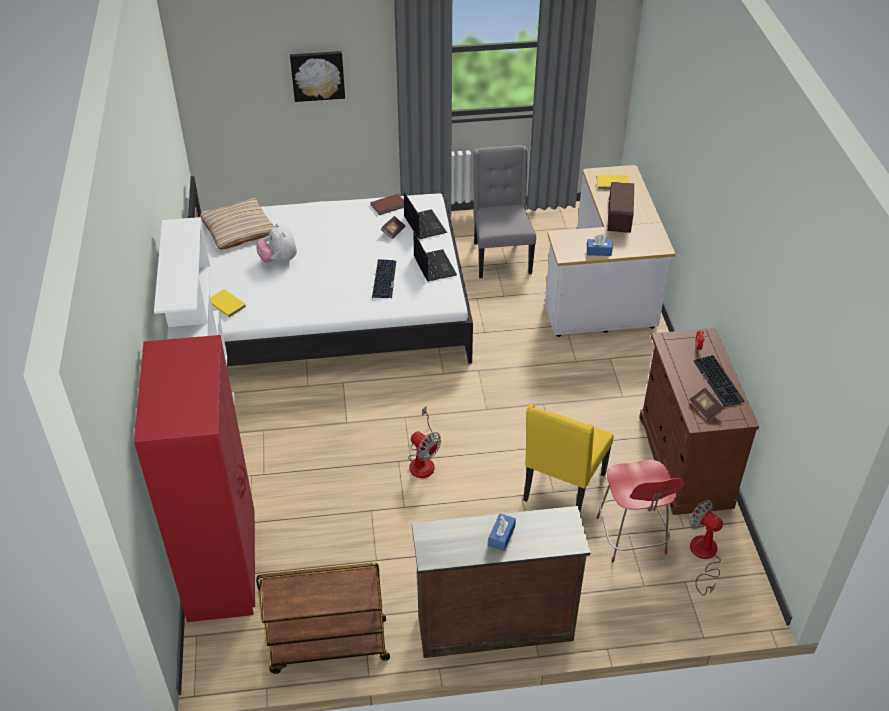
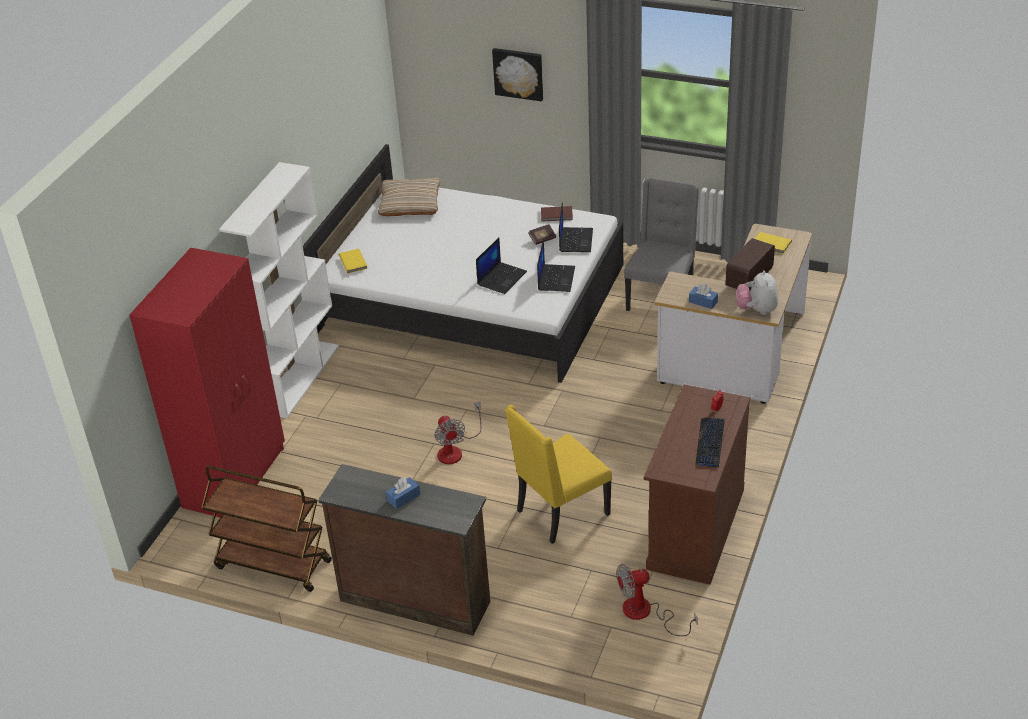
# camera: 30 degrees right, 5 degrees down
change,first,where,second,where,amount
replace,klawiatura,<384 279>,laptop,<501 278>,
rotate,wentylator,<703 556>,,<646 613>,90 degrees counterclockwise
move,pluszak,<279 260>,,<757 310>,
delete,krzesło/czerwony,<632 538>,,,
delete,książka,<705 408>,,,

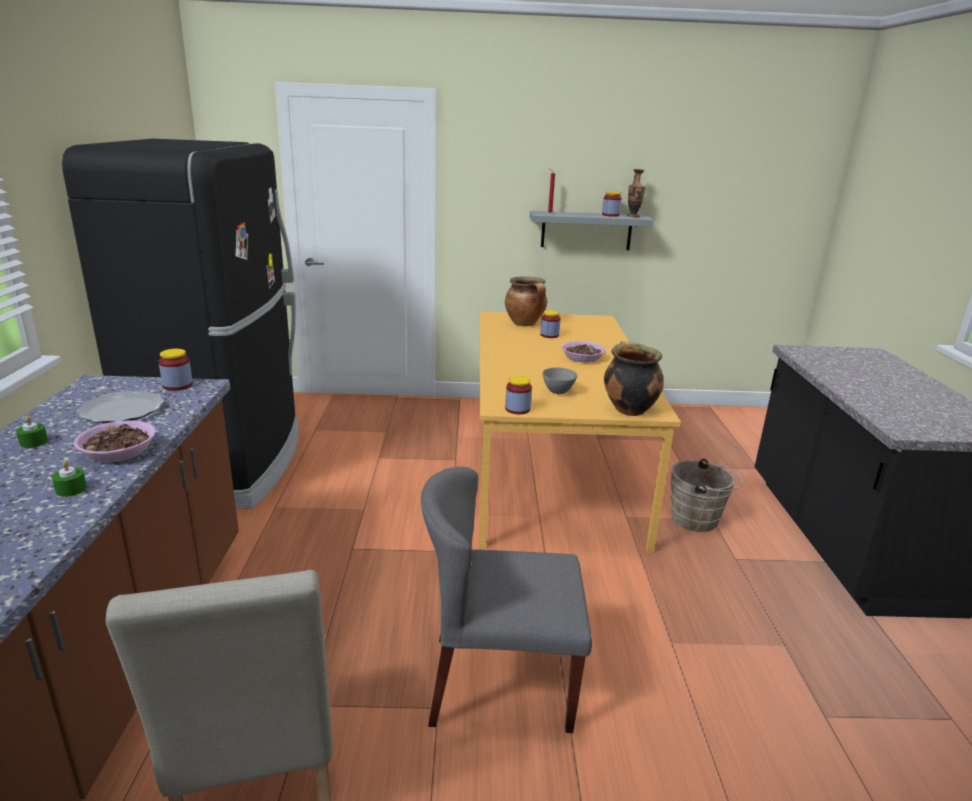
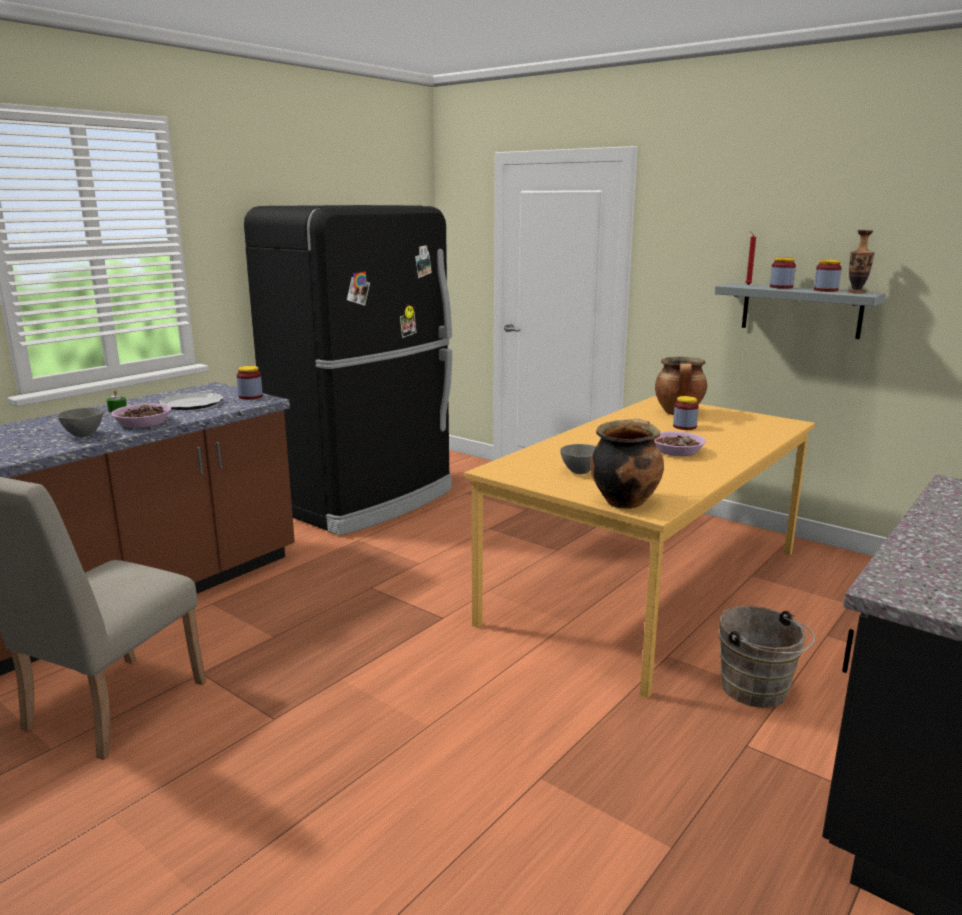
# camera: 40 degrees right, 5 degrees down
change,first,where,second,where,amount
replace,świeca/zielony,<71 489>,miska/szary,<84 435>,
move,słoik,<517 409>,,<781 287>,
delete,krzesło/szary,<499 682>,,,

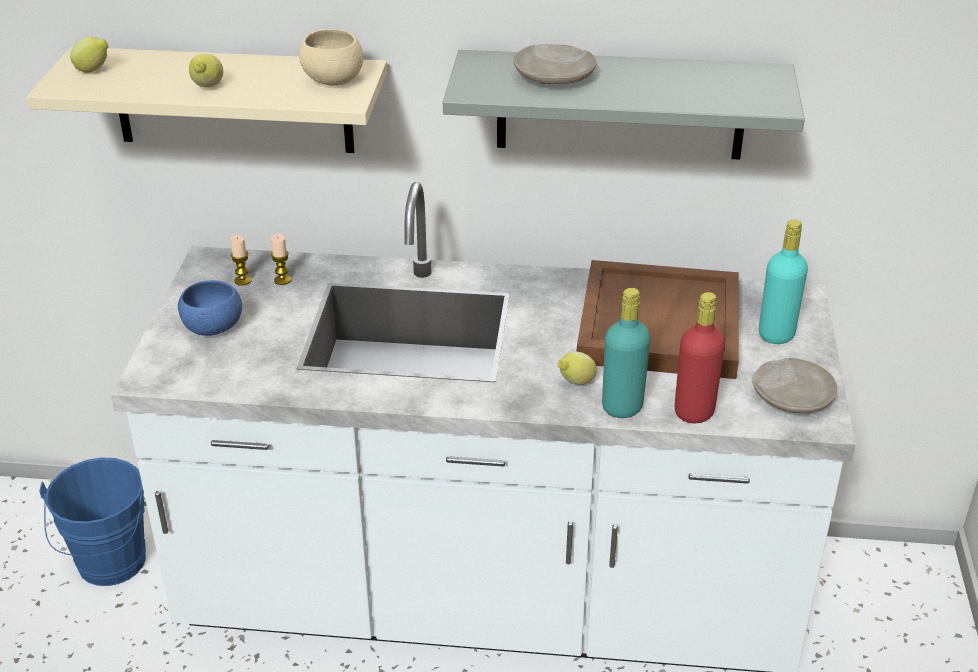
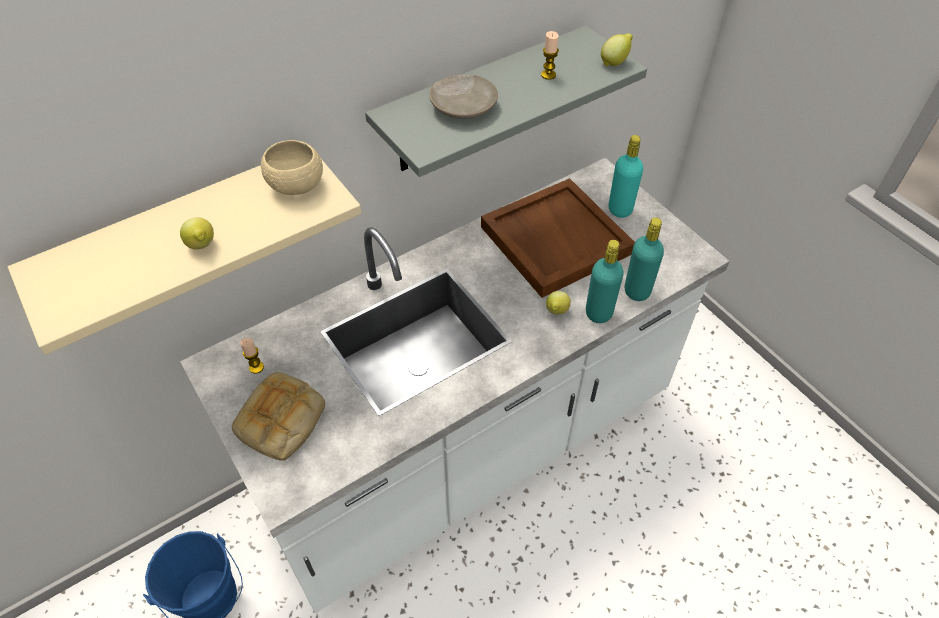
# camera: 40 degrees left, 15 degrees up
change,first,where,second,where,amount
replace,miska/niebieski,<213 328>,chleb,<281 421>,
move,świeca,<282 280>,,<548 75>,
move,cytryna,<94 71>,,<614 62>,
recolor,butelka/czerwony,<694 412>,butelka/turkusowy,<637 291>,
delete,talerz/beżowy,<792 396>,,,

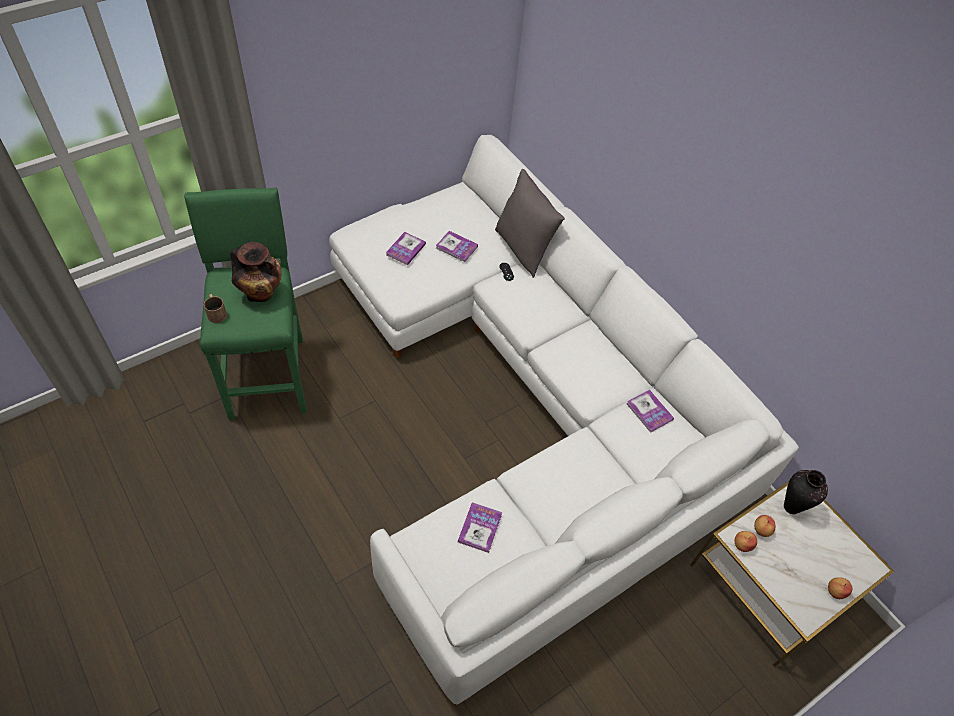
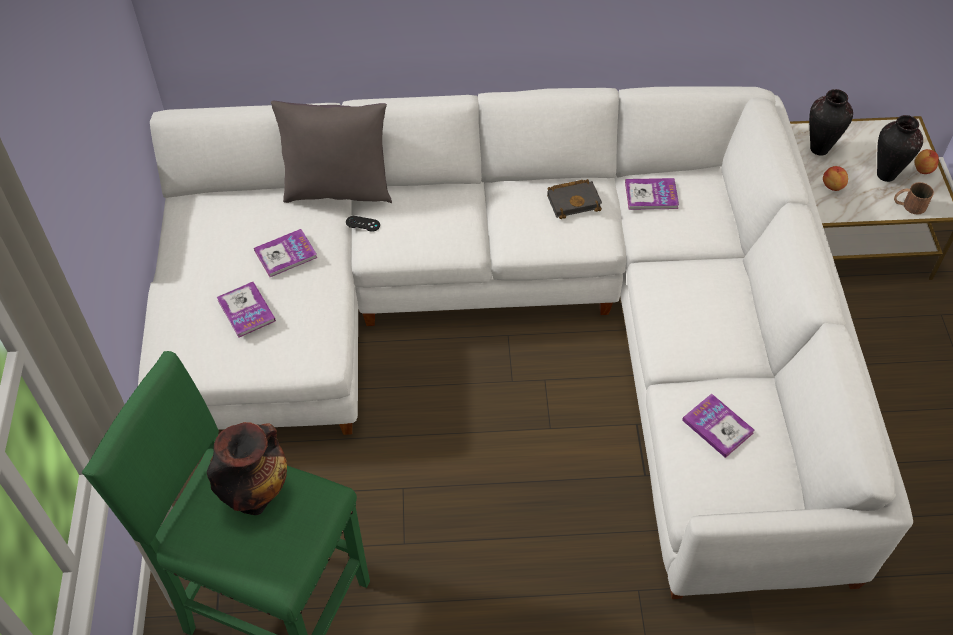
# camera: 55 degrees left, 0 degrees up
change,first,where,second,where,amount
insert,,,książka/czarny,<574 200>,
insert,,,wazon,<885 174>,
move,kubek/brązowy,<216 312>,,<908 205>,
delete,jabłko,<742 545>,,,

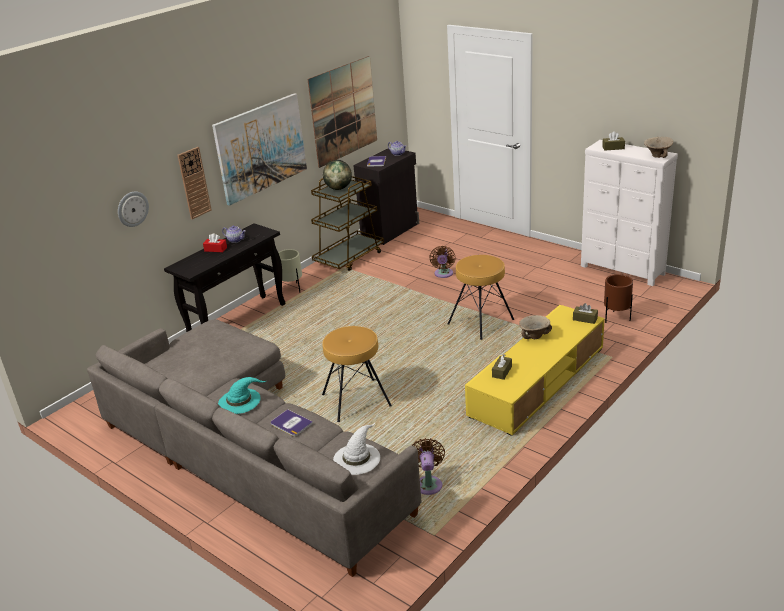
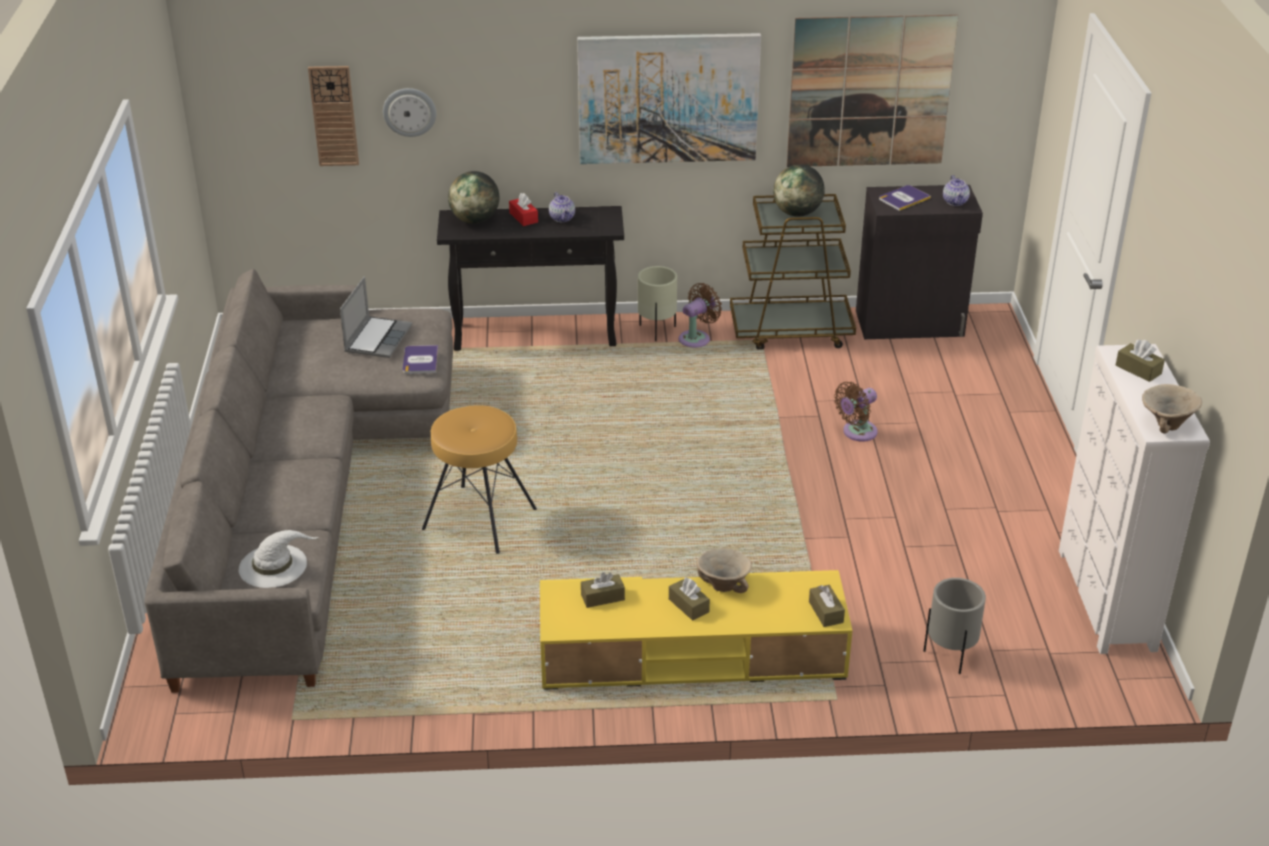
# camera: 45 degrees right, 5 degrees up
change,first,where,second,where,amount
move,zegar ścienny,<194 183>,,<334 116>,
insert,,,laptop,<377 338>,
move,książka,<291 423>,,<420 360>,
insert,,,globus,<475 220>,
insert,,,pudełko chusteczek/brązowy,<688 605>,
move,wentylator/brązowy,<428 483>,,<697 338>,
recolor,donica/brązowy,<616 318>,donica/szary,<950 657>,
delete,kapelusz/turkusowy,<240 401>,,,
delete,stołek/brązowy,<481 322>,,,

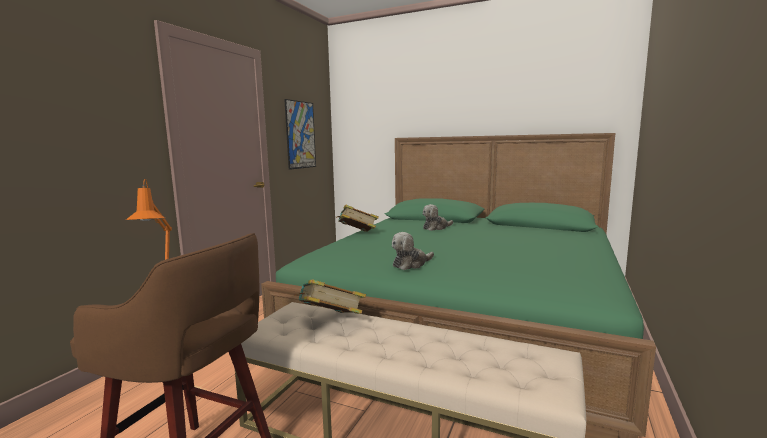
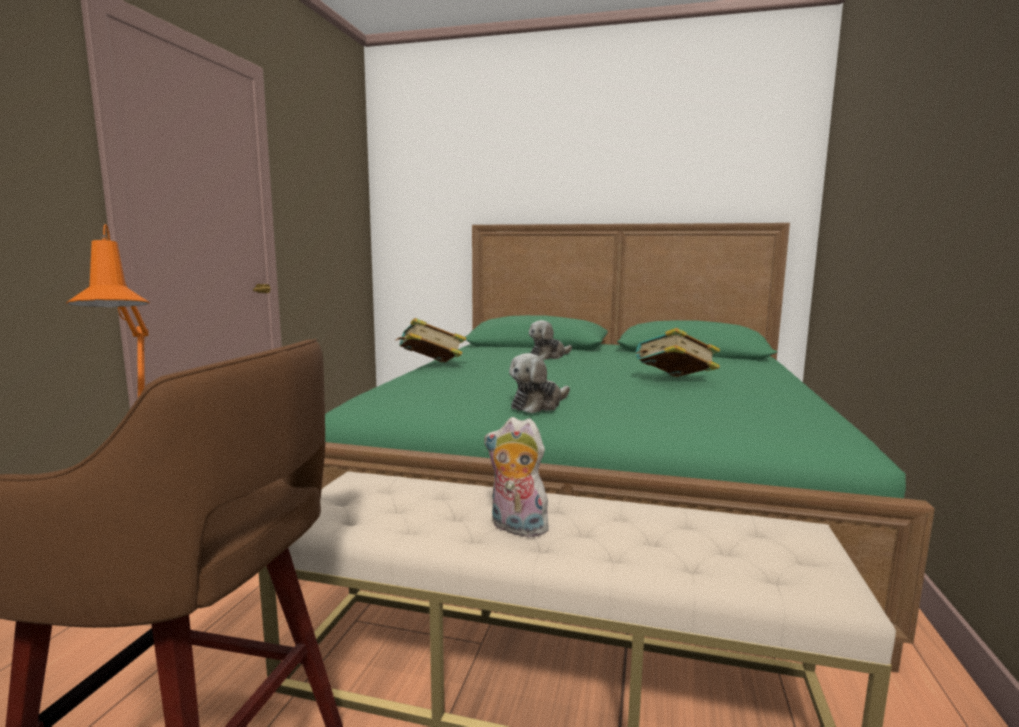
# camera: 10 degrees left, 0 degrees up
change,first,where,second,where,amount
insert,,,pluszak,<516 528>,
move,książka,<330 321>,,<674 382>,
delete,obraz,<300 135>,,,

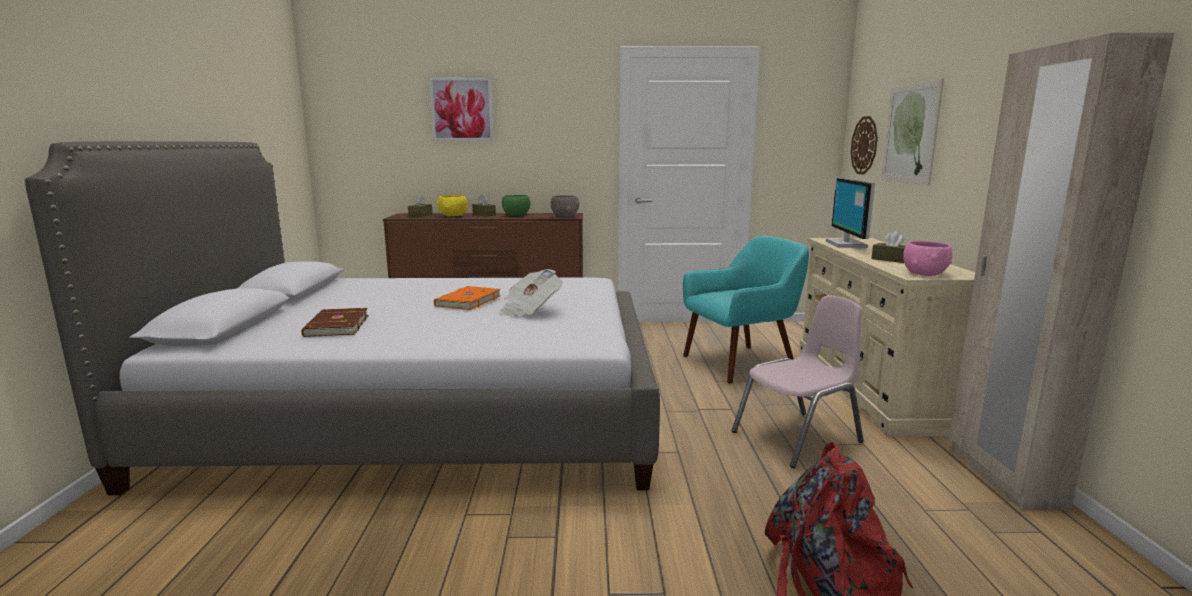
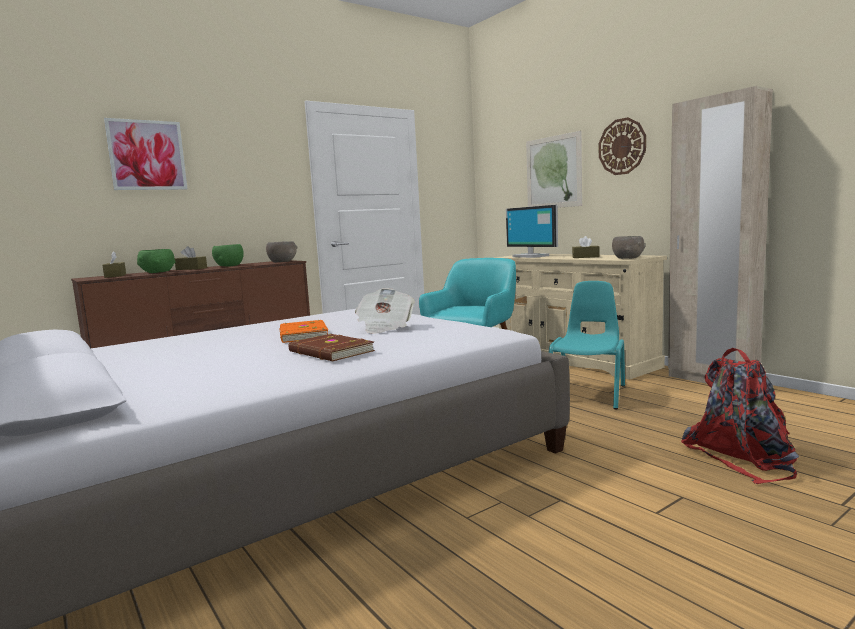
# camera: 35 degrees left, 5 degrees down
change,first,where,second,where,amount
recolor,miska/żółty,<453 215>,miska/zielony,<158 272>,
move,książka/brązowy,<335 326>,,<330 352>,
recolor,krzesło/różowy,<798 438>,krzesło/turkusowy,<588 394>,
move,zegar ścienny,<864 145>,,<622 146>,
recolor,miska/różowy,<925 274>,miska/szary,<628 258>,

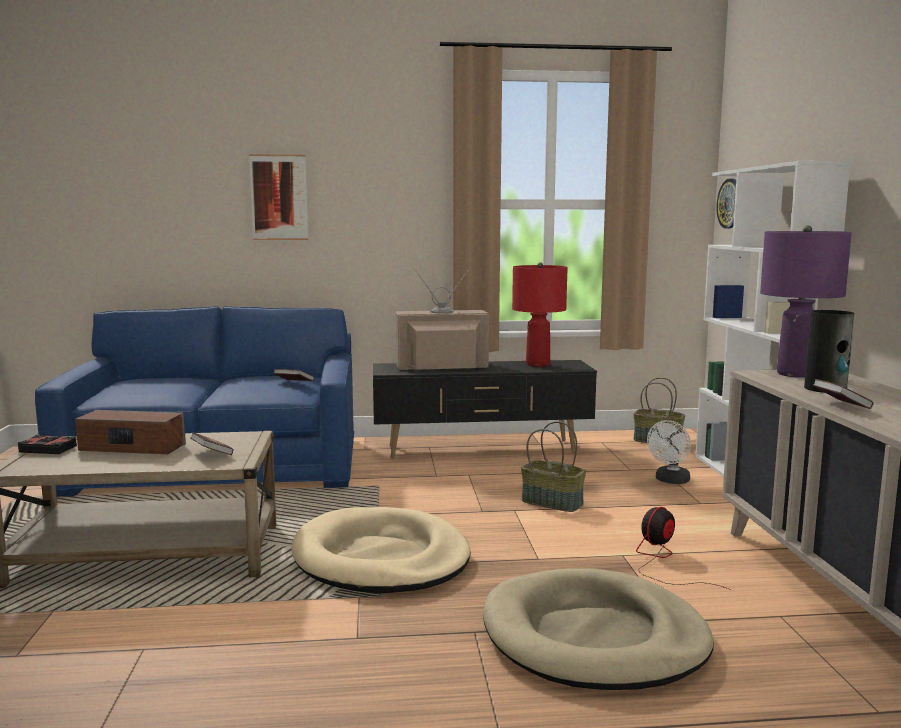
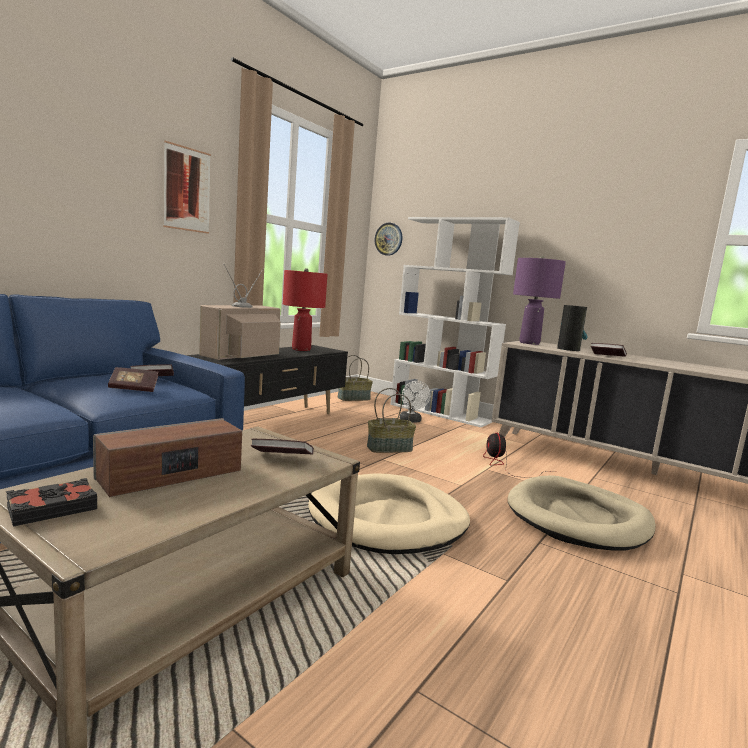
# camera: 50 degrees left, 0 degrees up
change,first,where,second,where,amount
insert,,,książka,<133 389>,
move,obraz,<279 197>,,<187 189>,

